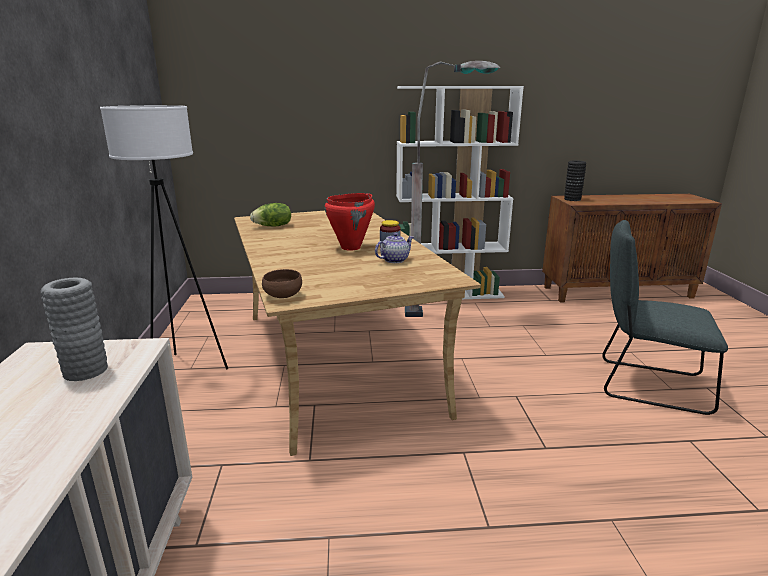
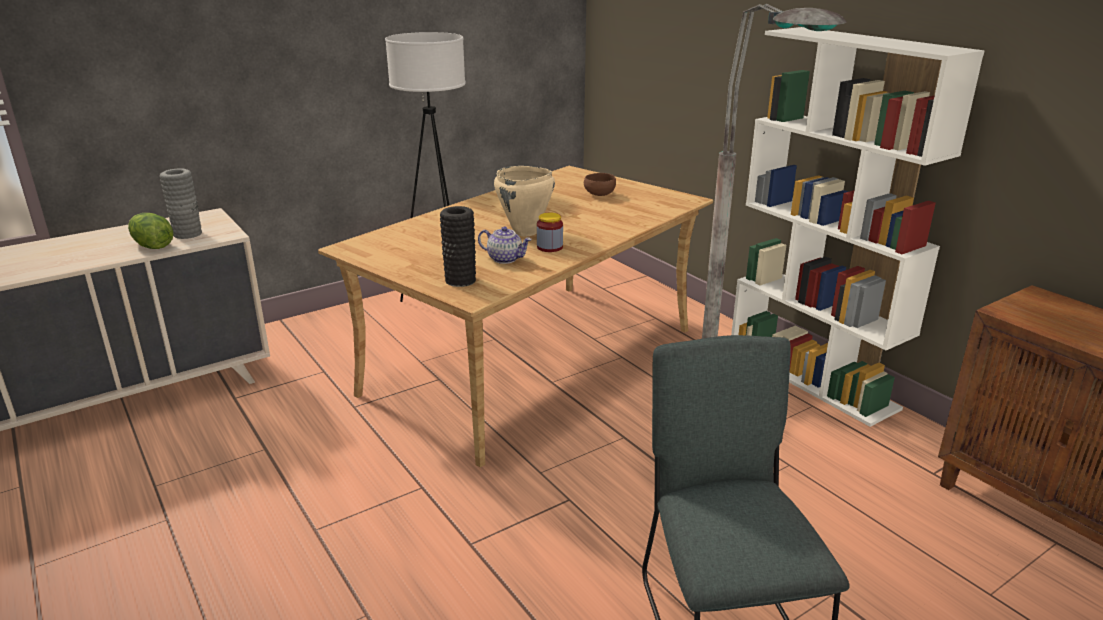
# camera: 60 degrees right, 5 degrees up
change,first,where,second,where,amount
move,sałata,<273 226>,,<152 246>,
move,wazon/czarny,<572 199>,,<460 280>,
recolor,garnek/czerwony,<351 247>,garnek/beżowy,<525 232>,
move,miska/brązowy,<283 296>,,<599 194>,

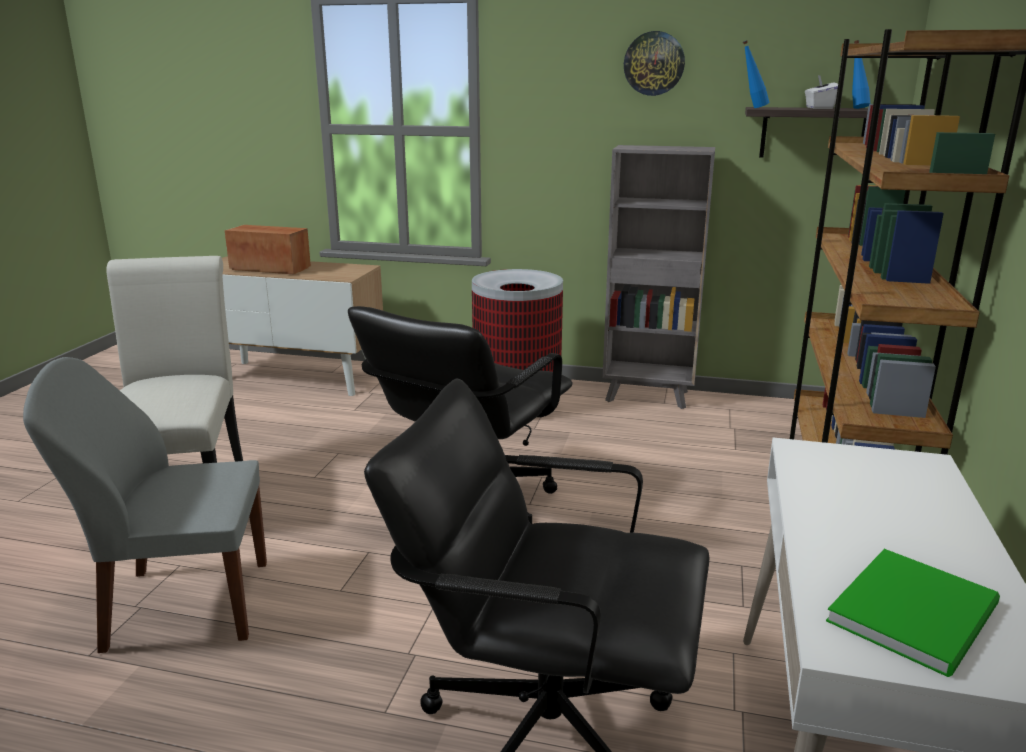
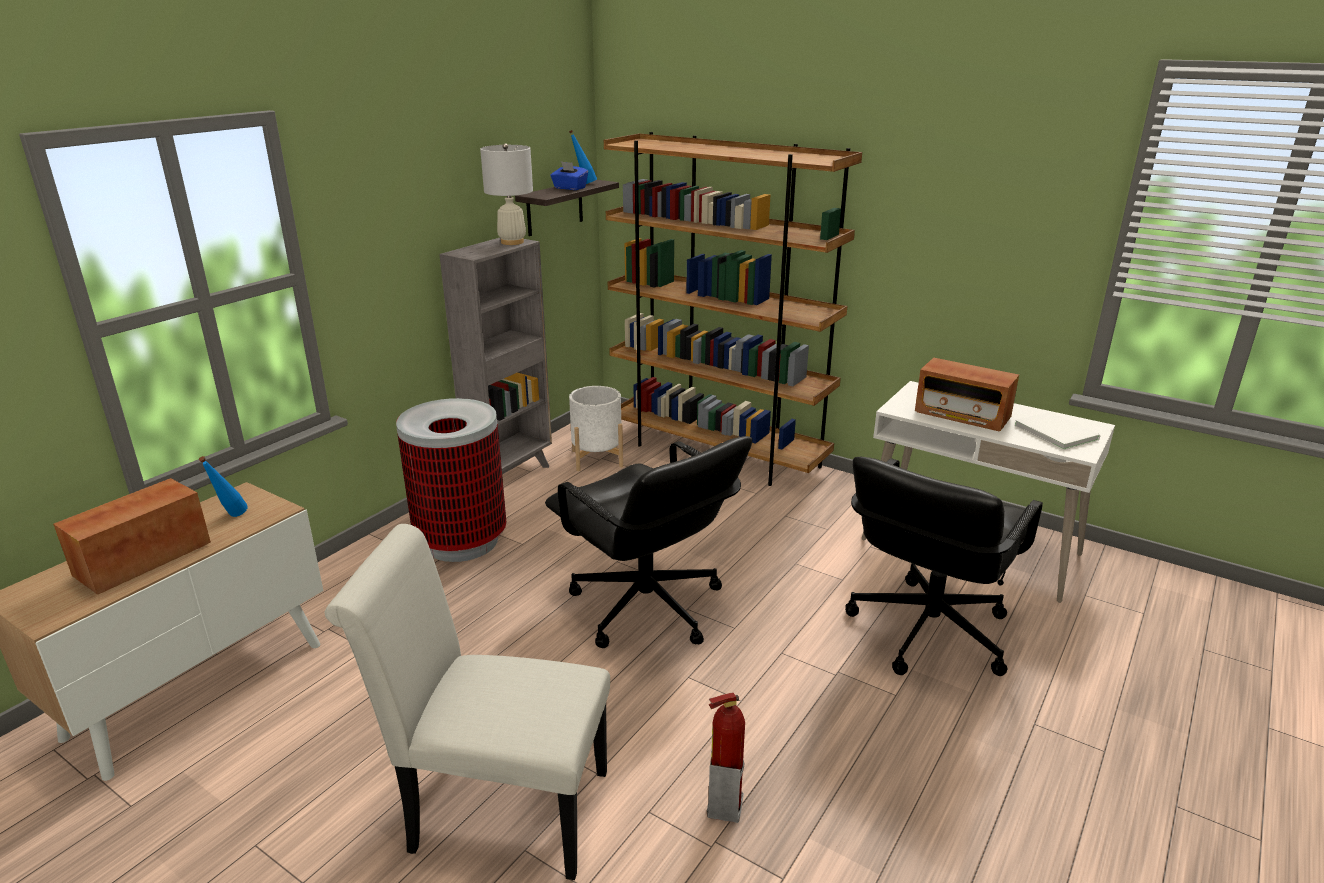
# camera: 70 degrees left, 5 degrees up
change,first,where,second,where,amount
move,butelka/niebieski,<752 108>,,<231 518>,
insert,,,lampa stołowa/biały,<512 242>,
recolor,pudełko chusteczek/biały,<819 108>,pudełko chusteczek/niebieski,<569 188>,
insert,,,donica/biały,<597 458>,
replace,krzesło/szary,<183 605>,gaśnica,<724 807>,
insert,,,radio,<962 415>,
recolor,książka/zielony,<918 612>,książka/biały,<1055 431>,
delete,zegar ścienny,<654 63>,,,

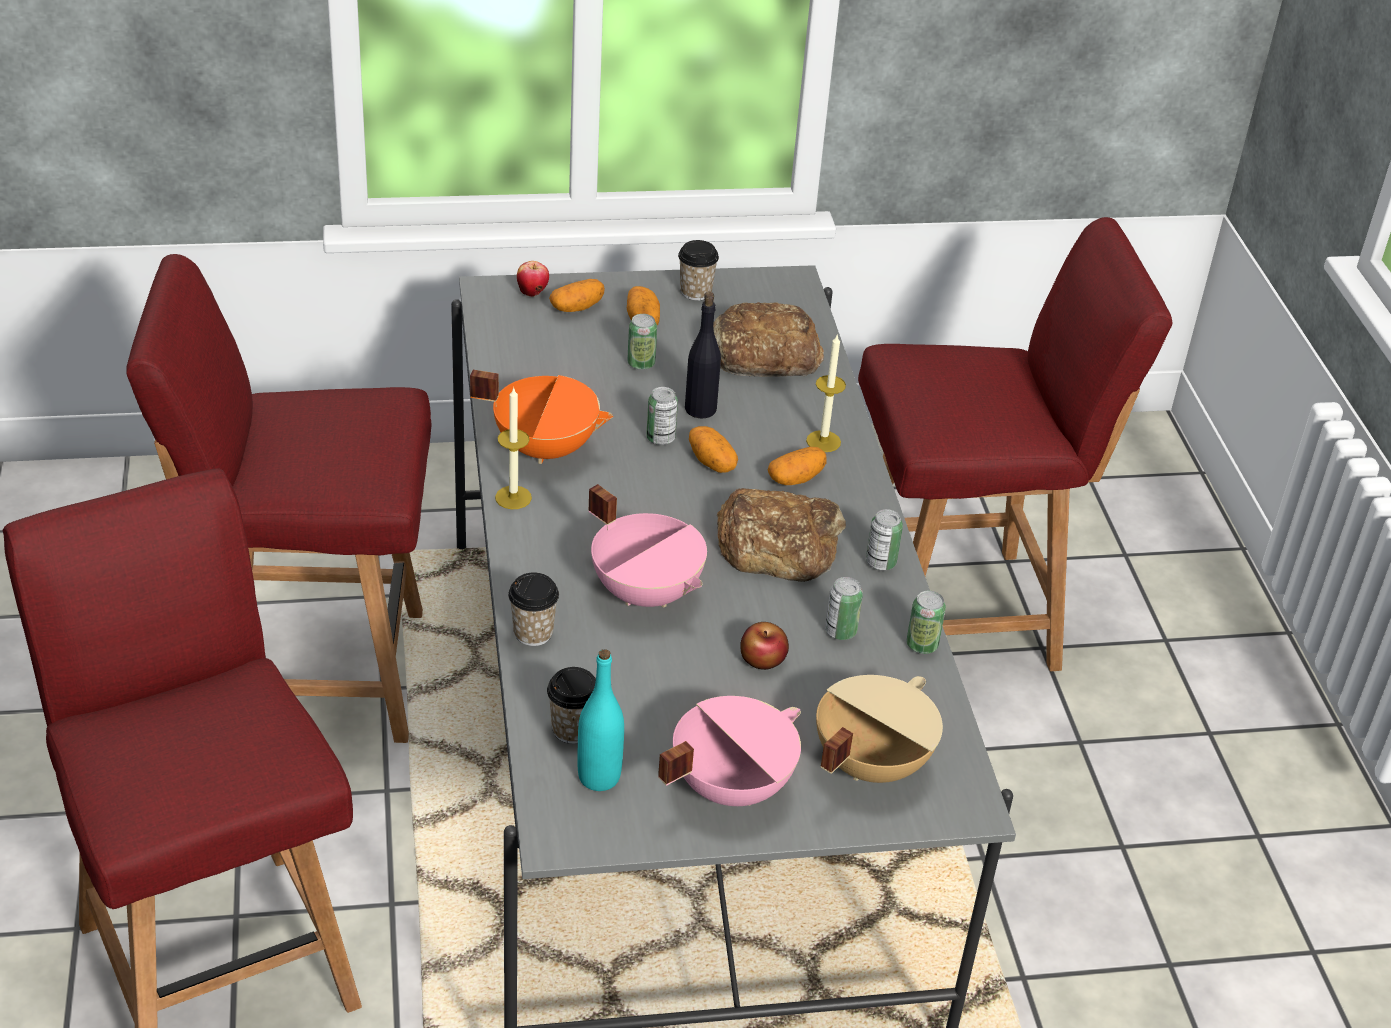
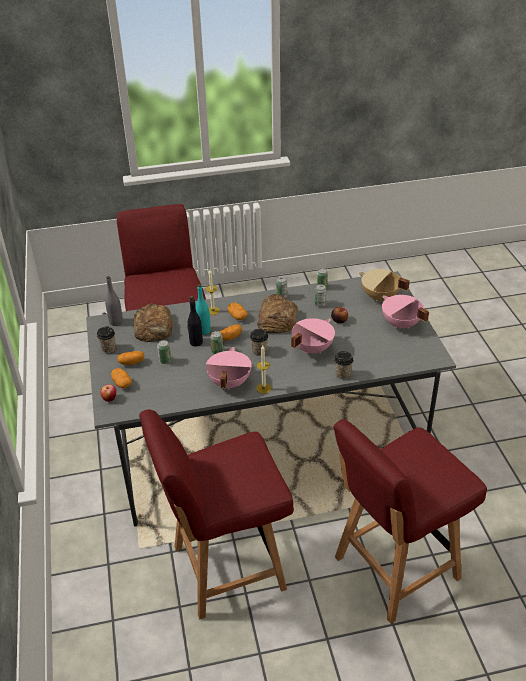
# camera: 90 degrees left, 0 degrees up
change,first,where,second,where,amount
insert,,,butelka/szary,<116 322>,
rotate,krzesło/czerwony,<312 672>,,<225 568>,75 degrees clockwise
move,butelka/turkusowy,<599 777>,,<203 331>,
recolor,garnek/pomarańczowy,<545 447>,garnek/różowy,<228 382>,
move,filiżanka,<572 729>,,<259 351>,

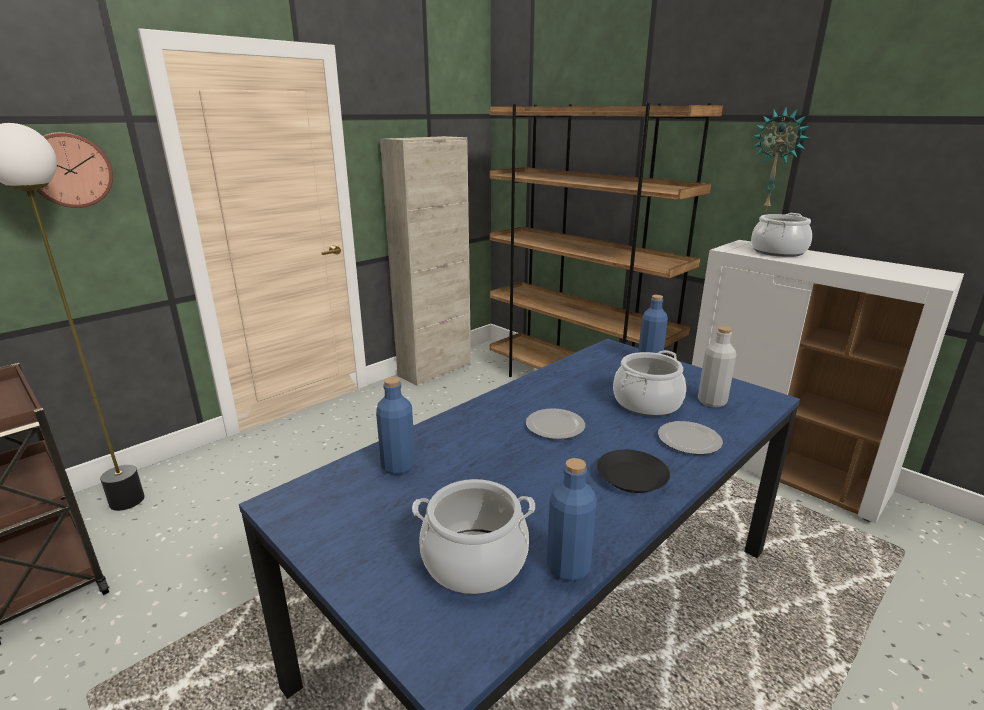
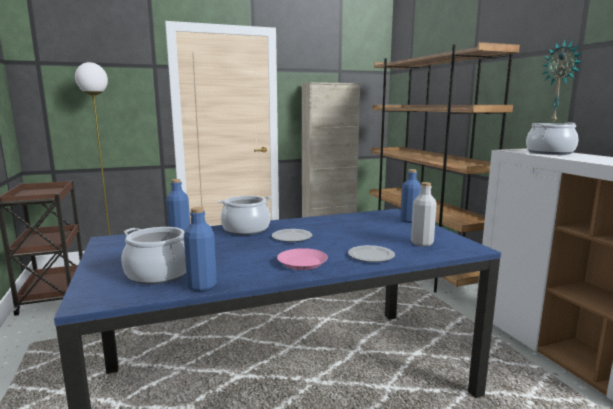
# camera: 25 degrees right, 10 degrees down
change,first,where,second,where,amount
move,garnek,<646 403>,,<246 229>,
recolor,talerz/czarny,<632 476>,talerz/różowy,<302 263>,
delete,zegar ścienny,<68 170>,,,

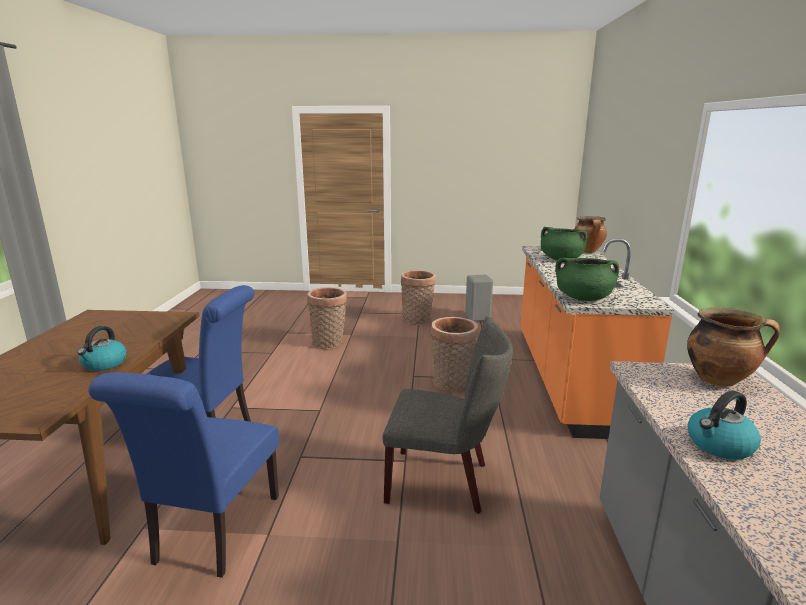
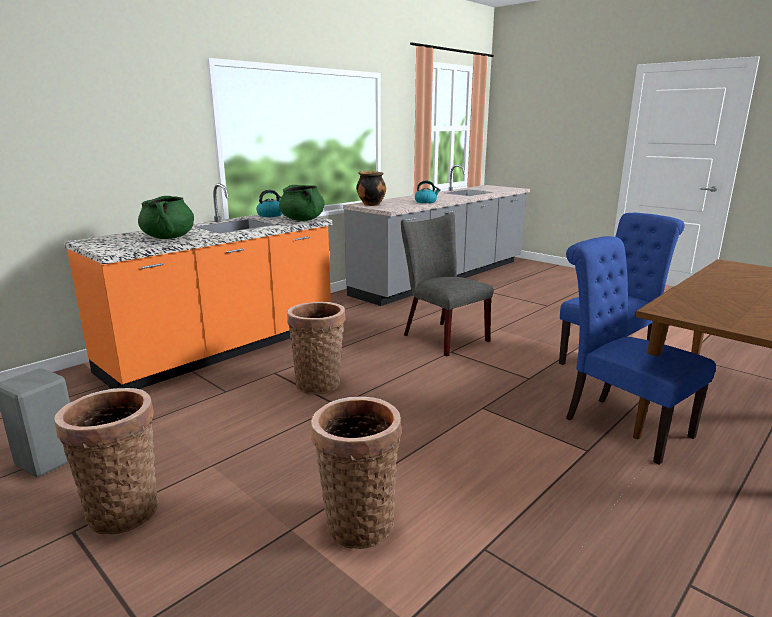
# camera: 140 degrees left, 0 degrees up
change,first,where,second,where,amount
move,czajnik,<104 364>,,<271 215>,
delete,garnek,<587 251>,,,

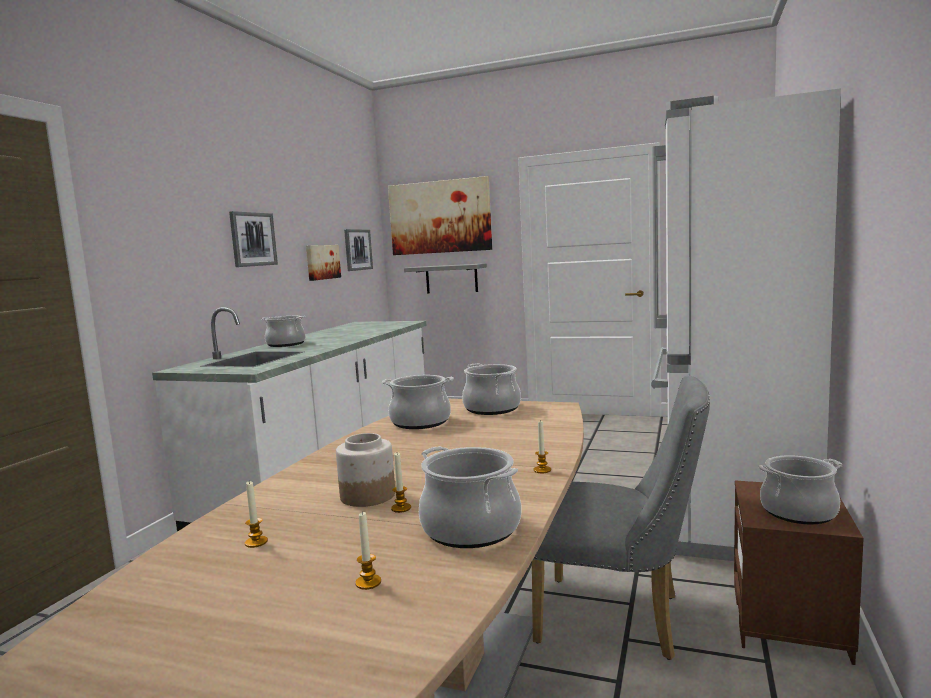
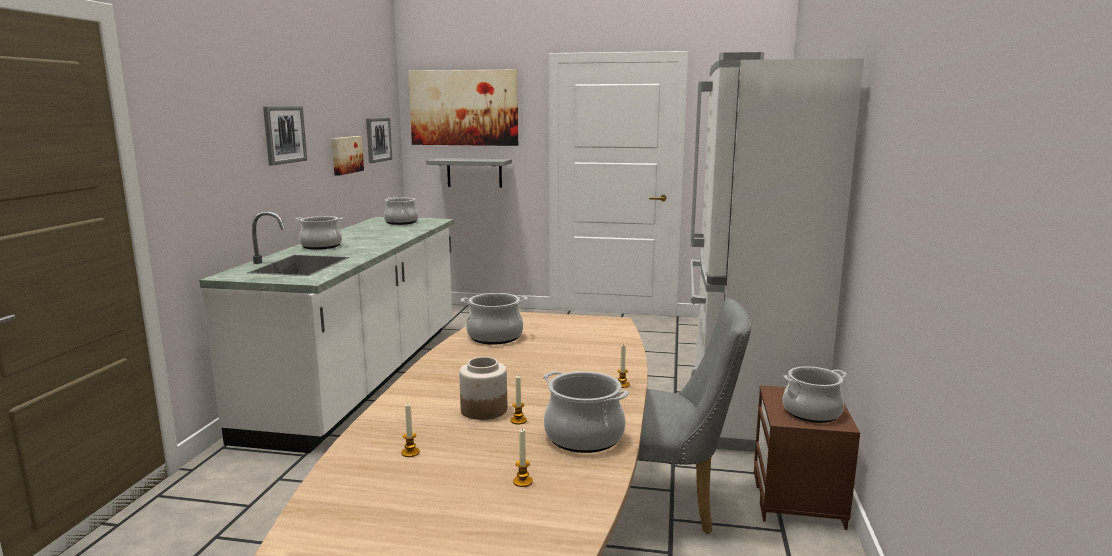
# camera: 10 degrees left, 5 degrees up
change,first,where,second,where,amount
move,garnek,<491 408>,,<401 222>,

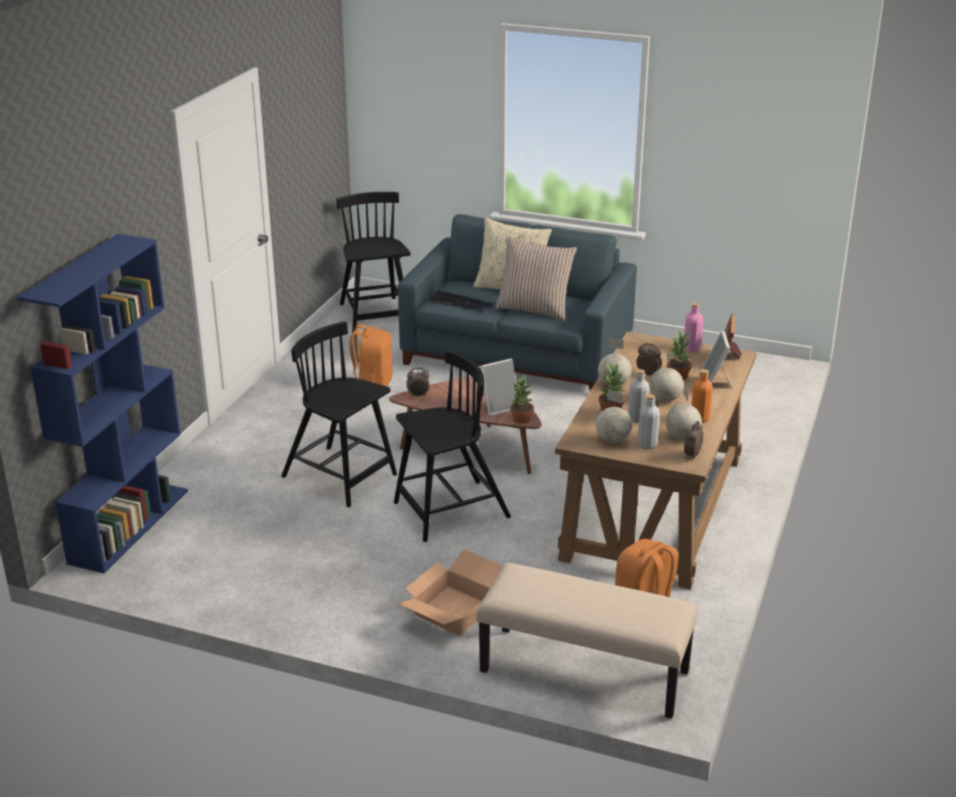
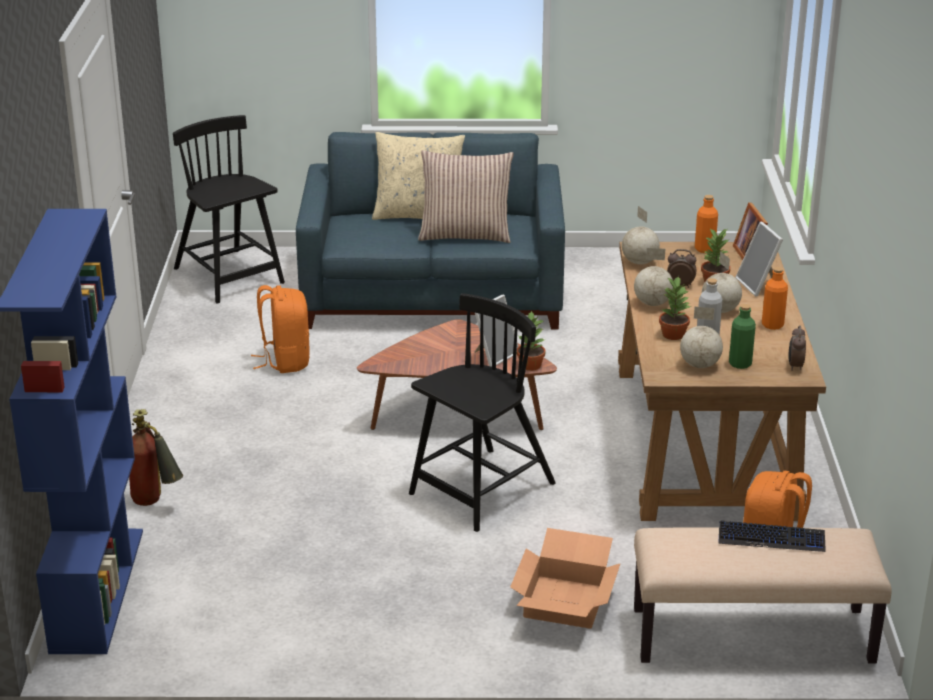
# camera: 20 degrees left, 0 degrees up
change,first,where,second,where,amount
insert,,,gaśnica,<156 502>,
move,globus,<682 437>,,<639 262>,
recolor,butelka/różowy,<691 348>,butelka/pomarańczowy,<704 249>,
move,klawiatura,<460 303>,,<771 538>,
recolor,butelka/szary,<647 445>,butelka/zielony,<740 364>,
delete,krzesło/czarny,<340 477>,,,
delete,budzik,<418 396>,,,

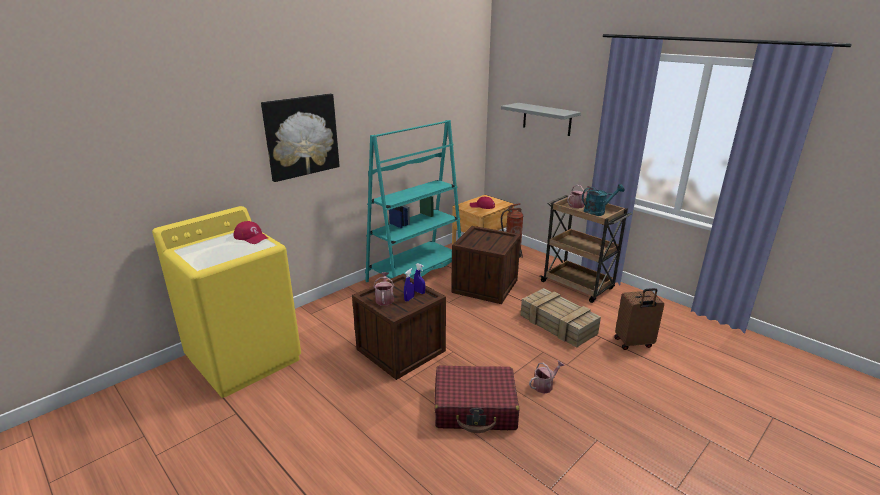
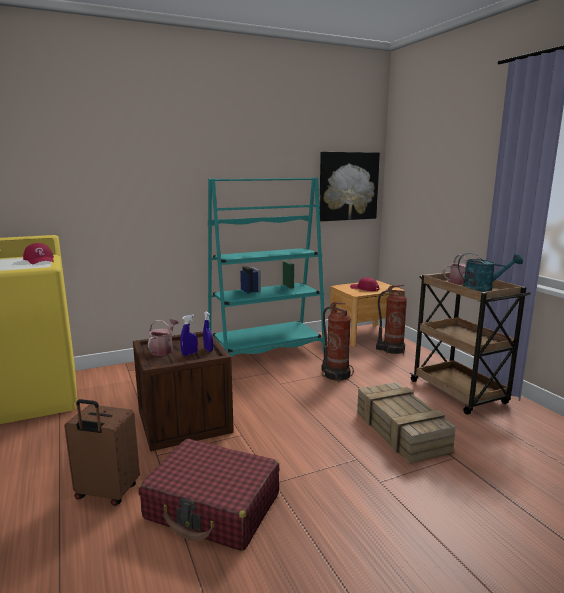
# camera: 20 degrees right, 10 degrees down
change,first,where,second,where,amount
move,walizka/brązowy,<633 343>,,<106 493>,
move,obraz,<301 136>,,<348 186>,
replace,skrzynka,<485 286>,gaśnica,<336 375>,
delete,półka/szary,<547 119>,,,
delete,konewka,<545 385>,,,

